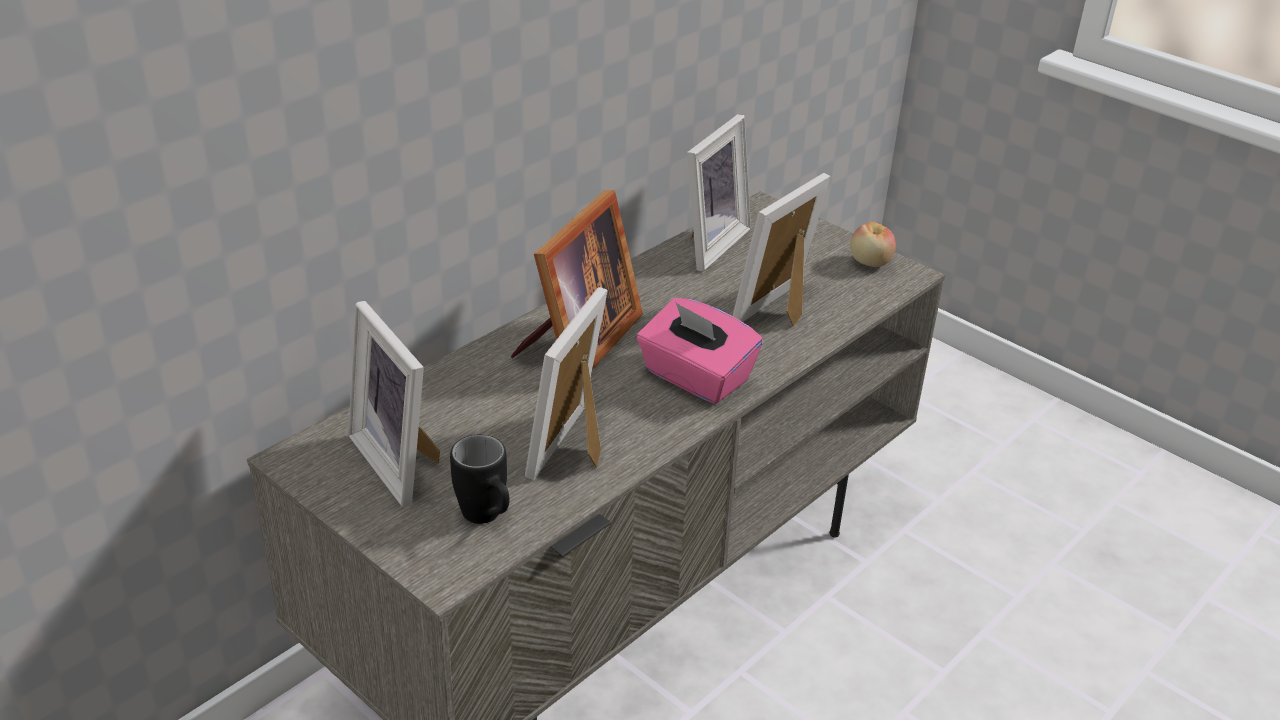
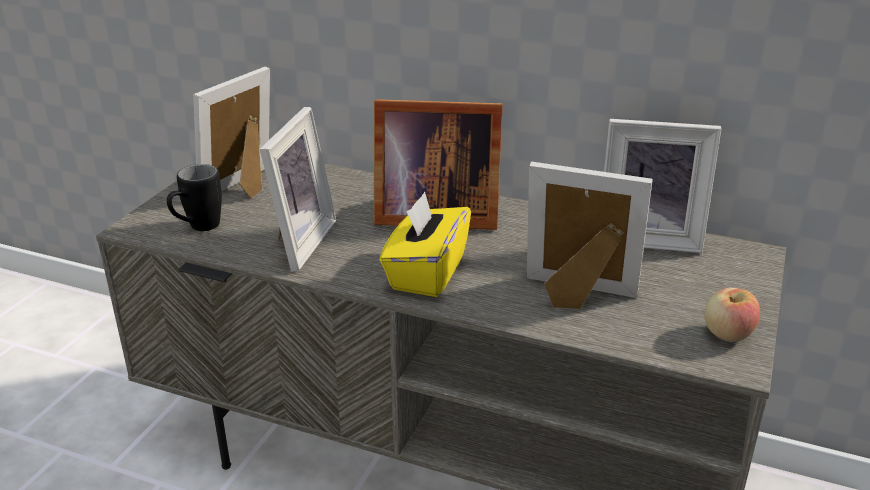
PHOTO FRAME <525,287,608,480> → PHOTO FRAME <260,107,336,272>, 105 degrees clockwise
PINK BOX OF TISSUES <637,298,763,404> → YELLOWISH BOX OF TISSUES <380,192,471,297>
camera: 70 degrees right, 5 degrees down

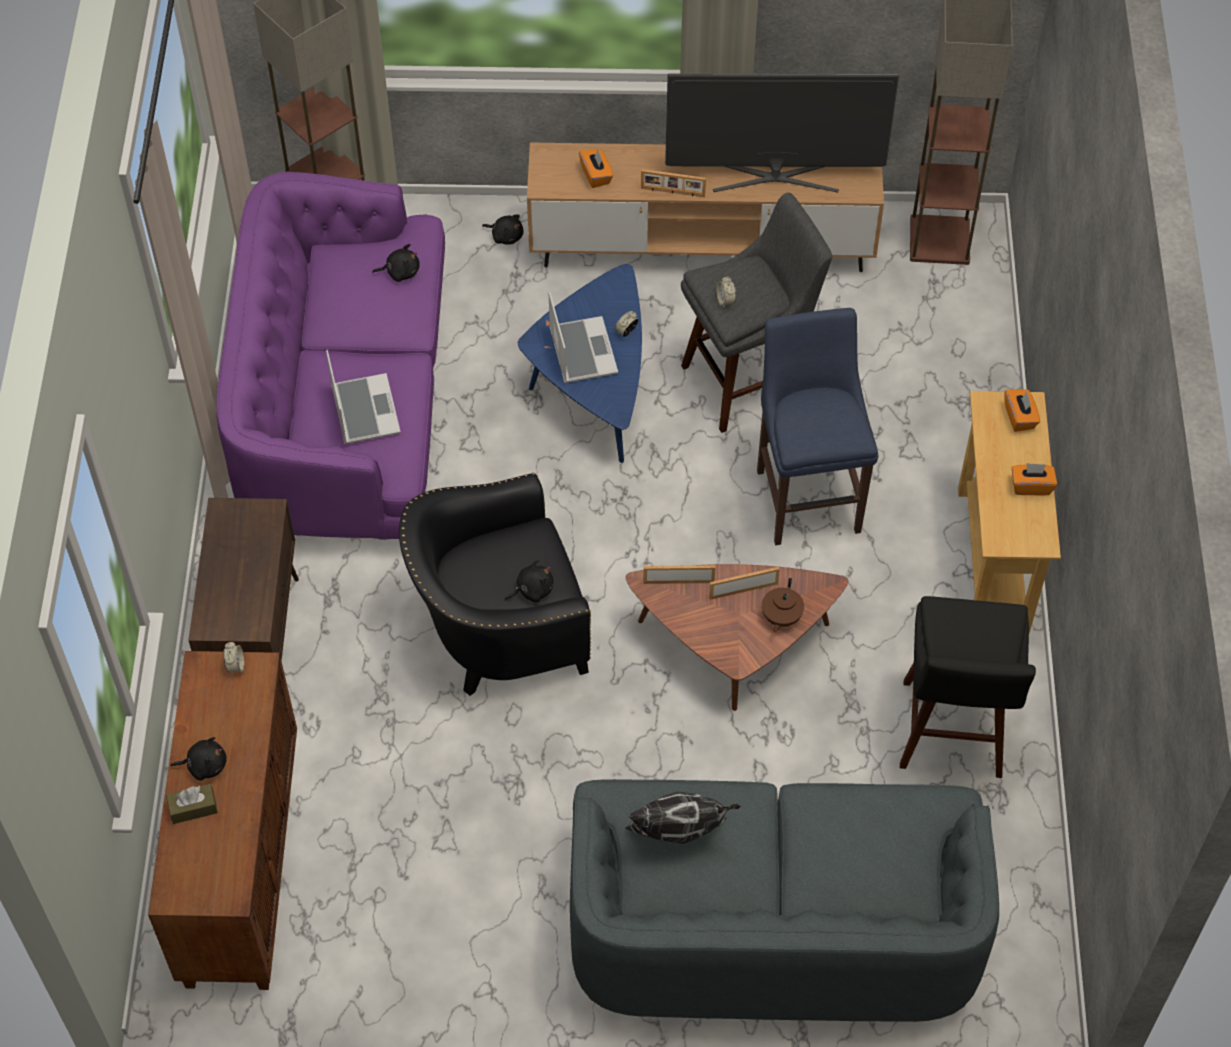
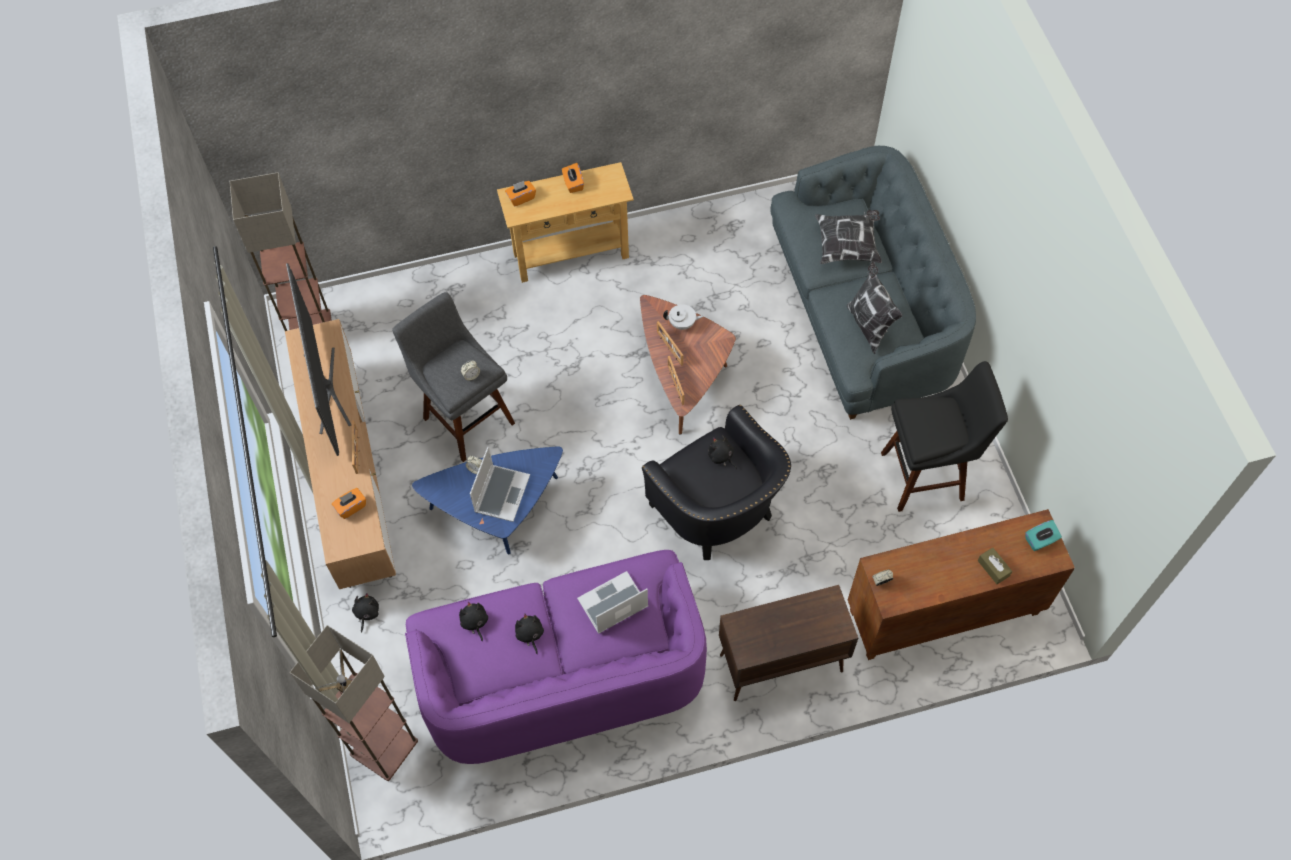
BLACKISH PLUSH TOY <171,737,227,781> → BLACKISH PLUSH TOY <515,613,544,654>, relocated
PORTABLE COMPUTER <549,291,618,383> → PORTABLE COMPUTER <470,446,530,522>, 135 degrees clockwise
BLUE-COLOURED STOOL SEAT <757,308,878,545> → -
BROWN TEAPOT <762,578,804,633> → WHITISH TEAPOT <663,304,704,330>
BLACKISH STOOL SEAT <900,596,1036,778> → BLACKISH STOOL SEAT <881,361,1008,512>, relocated
- → THROW PILLOW <815,210,882,264>
- → BLUE-GREEN BOX OF TISSUES <1025,520,1062,551>
camera: 105 degrees left, 5 degrees up

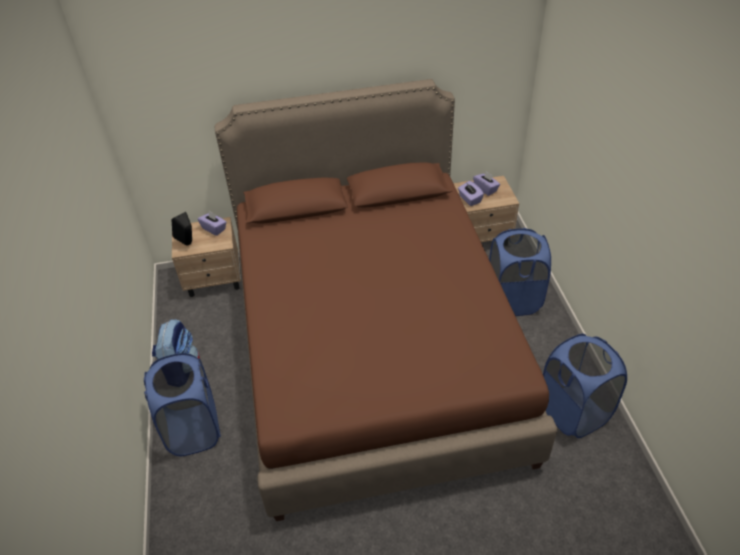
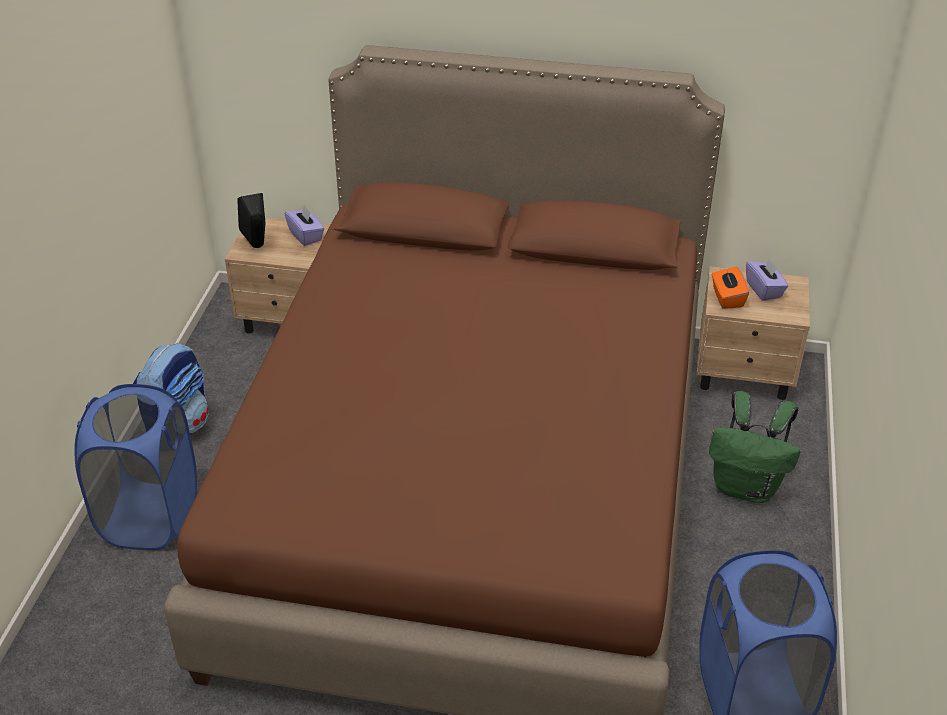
PURPLISH BOX OF TISSUES <458,181,484,206> → ORANGEY BOX OF TISSUES <712,267,749,309>
BLUE-COLOURED WASHING BASKET <489,228,551,316> → GREEN RUCKSACK <709,391,800,503>
camera: 20 degrees right, 5 degrees down

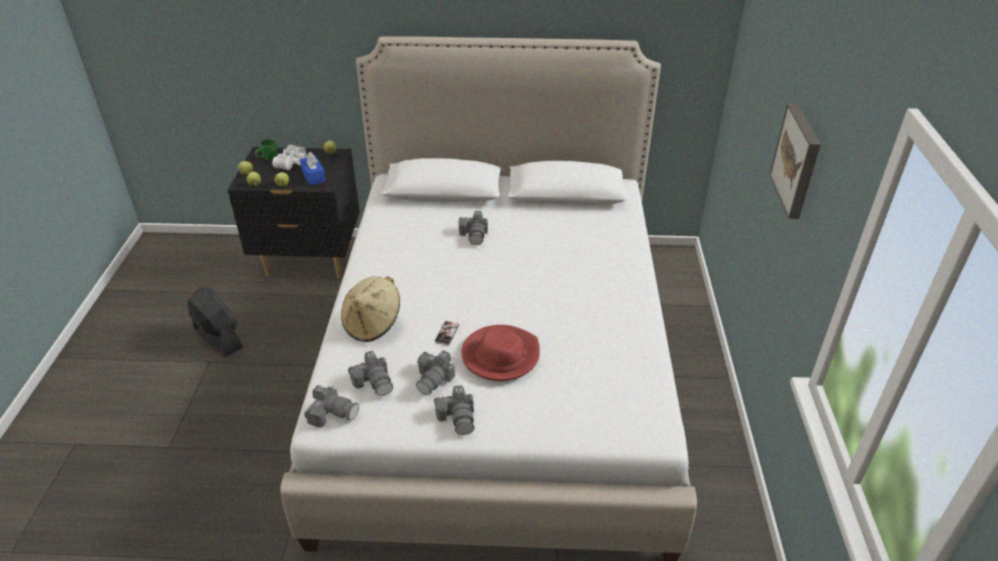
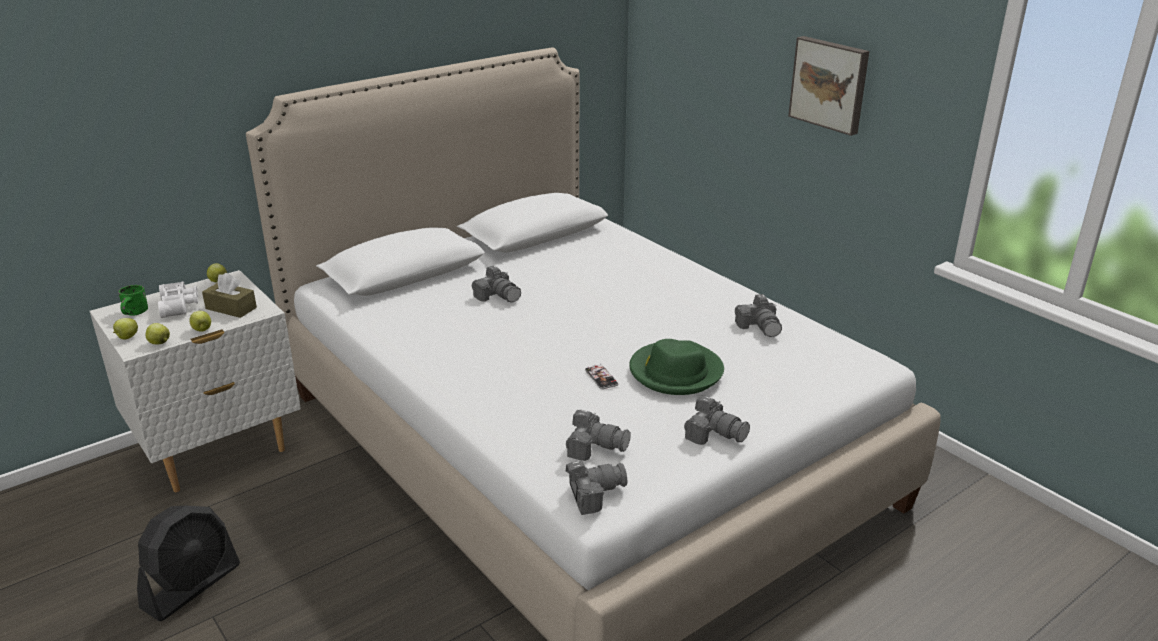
BLACKISH FAN <187,287,243,357> → BLACKISH FAN <137,506,240,621>, 120 degrees clockwise
BLACKISH NIGHT TABLE <228,147,360,279> → WHITISH NIGHT TABLE <90,270,301,492>
BLUE-COLOURED BOX OF TISSUES <300,152,326,185> → BROWN BOX OF TISSUES <202,273,257,318>
BEIGE-COLOURED HAT <341,276,400,342> → -
PHOTO CAMERA <416,350,455,395> → PHOTO CAMERA <735,294,782,337>, relocated
RED-COLOURED HAT <461,325,540,381> → GREEN HAT <629,339,724,395>
camera: 40 degrees left, 10 degrees down

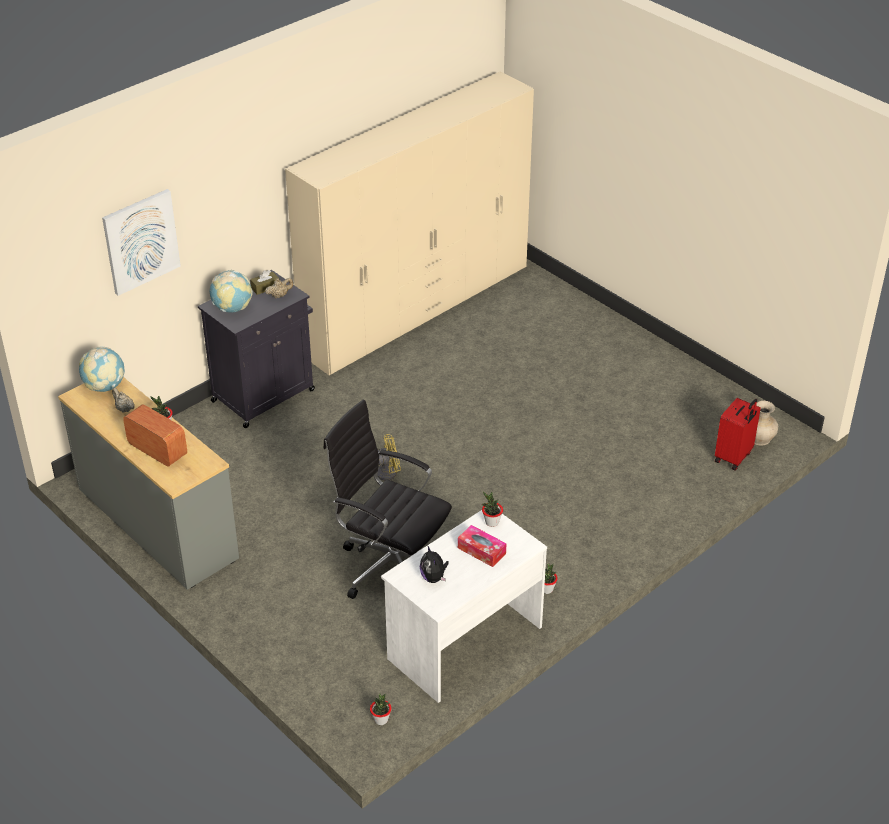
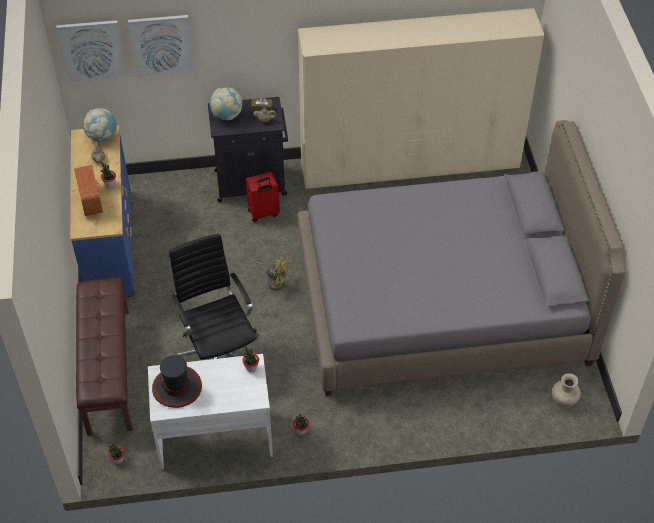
GREY DRESSER <58,377,239,590> → BLUE-COLOURED DRESSER <70,126,135,297>
PLUSH TOY <420,545,449,583> → HAT <152,355,202,408>
BOX OF TISSUES <458,525,506,567> → -
RED-COLOURED PIECE OF LUGGAGE <715,398,761,471> → RED-COLOURED PIECE OF LUGGAGE <246,172,280,222>, relocated
- → WALL ART <57,20,127,82>
- → BROWN INDOOR BENCH <76,278,133,435>
- → GREY SLEEPING BED <298,120,625,396>
camera: 35 degrees right, 10 degrees up

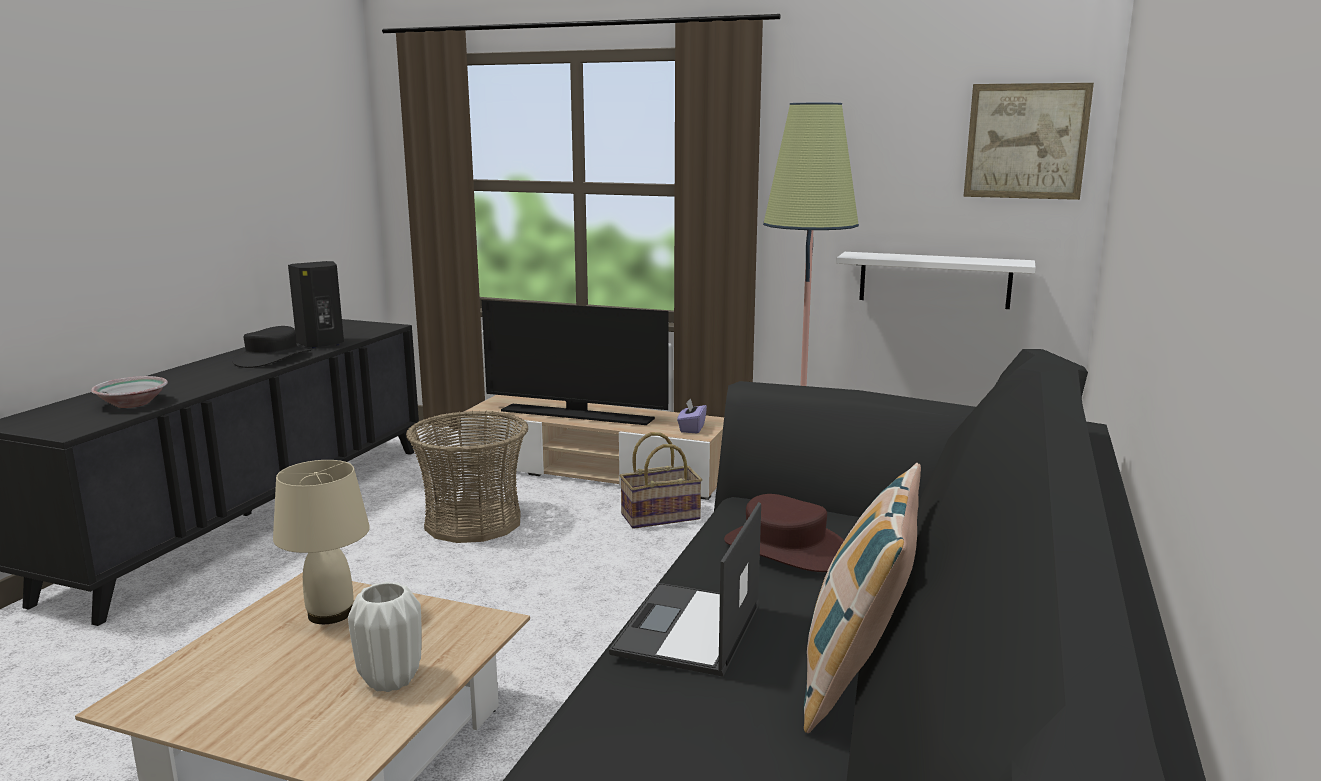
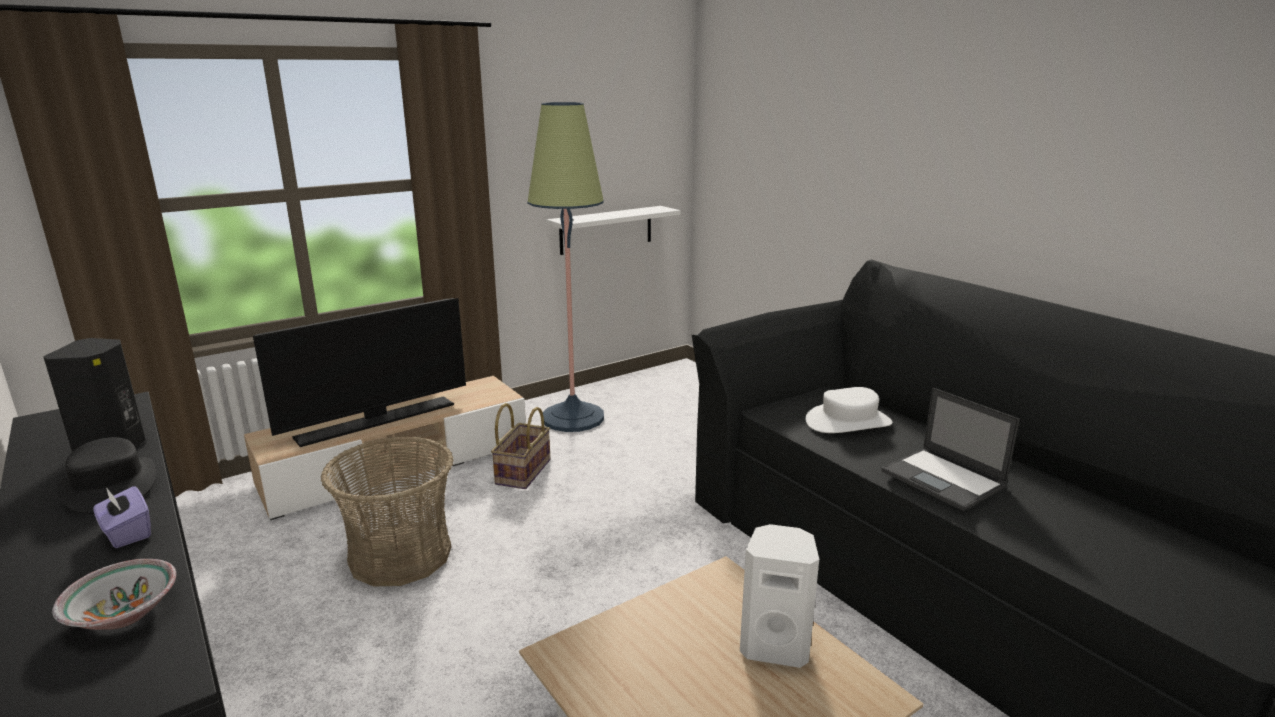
BEIGE-COLOURED LAMP FOR A TABLE <273,460,370,624> → -
WHITISH FLOWER VASE <348,582,421,692> → WHITISH AUDIO SPEAKER <740,524,819,668>
PURPLISH BOX OF TISSUES <677,398,707,434> → PURPLISH BOX OF TISSUES <93,486,151,548>, relocated
BROWN HAT <724,494,844,572> → WHITISH HAT <805,387,892,433>
THROW PILLOW <804,463,921,733> → -
WALL ART <963,83,1094,200> → -
camera: 55 degrees left, 5 degrees up

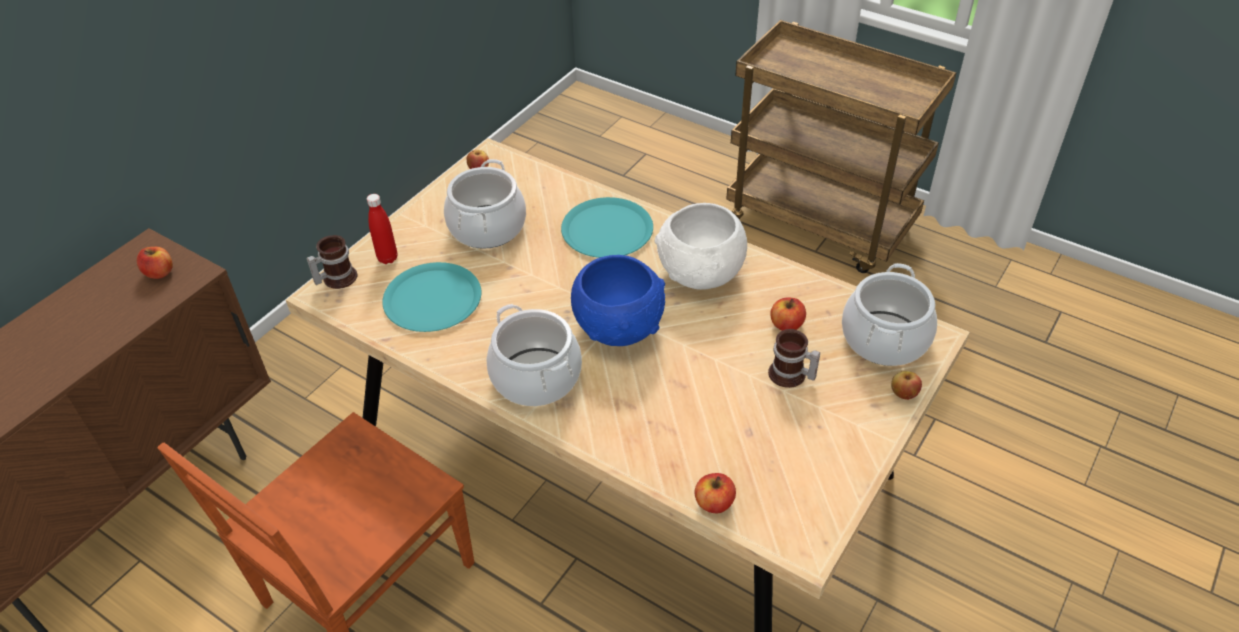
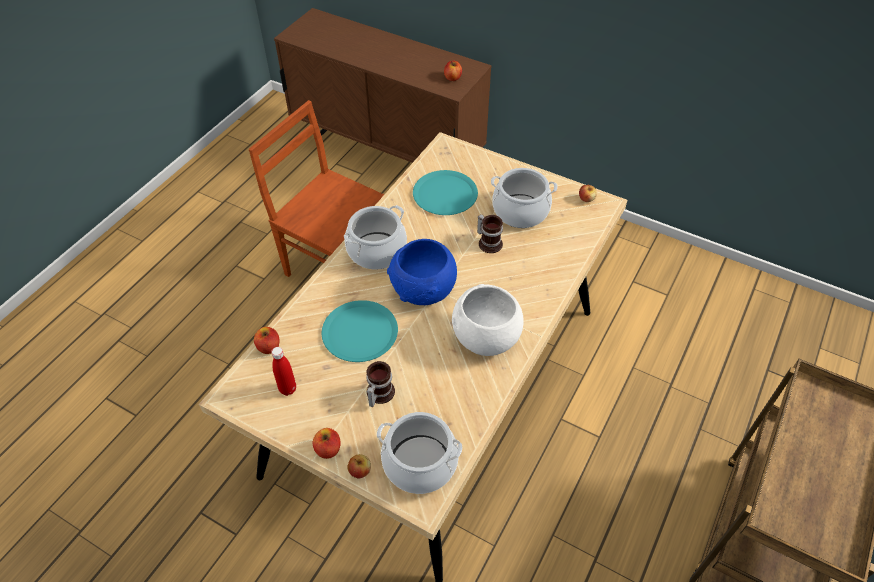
MUG <307,235,357,289> → MUG <477,214,503,253>, relocated
RED-COLOURED BOTTLE <367,194,397,264> → RED-COLOURED BOTTLE <271,347,296,396>, relocated
BLUE-GREEN FLAT DISH <561,197,653,258> → BLUE-GREEN FLAT DISH <322,300,398,362>, relocated
APPLE FRUIT <770,298,806,331> → APPLE FRUIT <313,428,341,459>, relocated
camera: 85 degrees right, 5 degrees up

